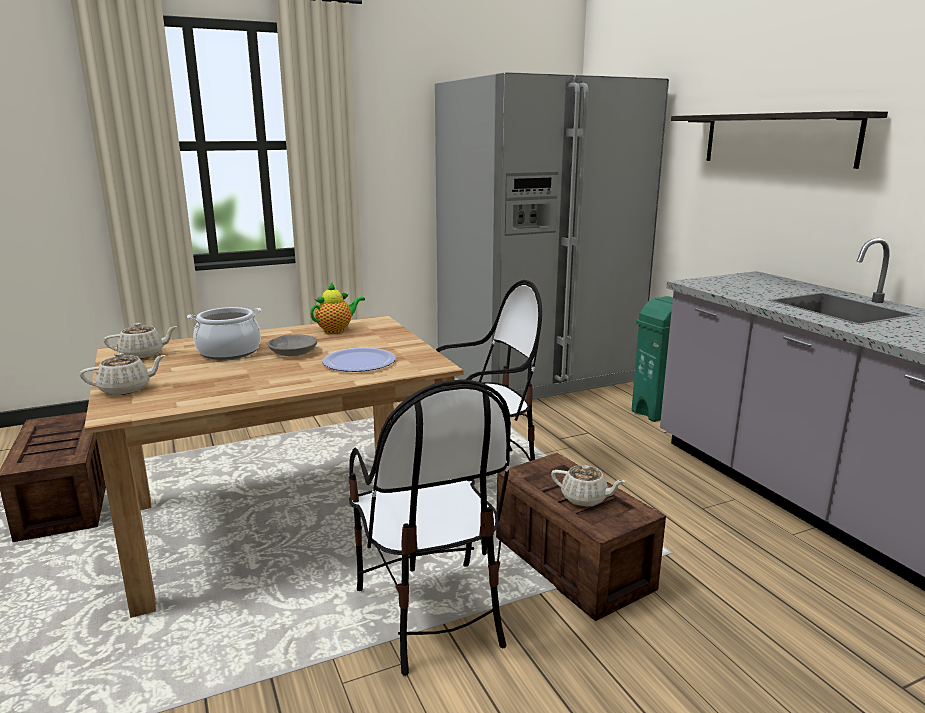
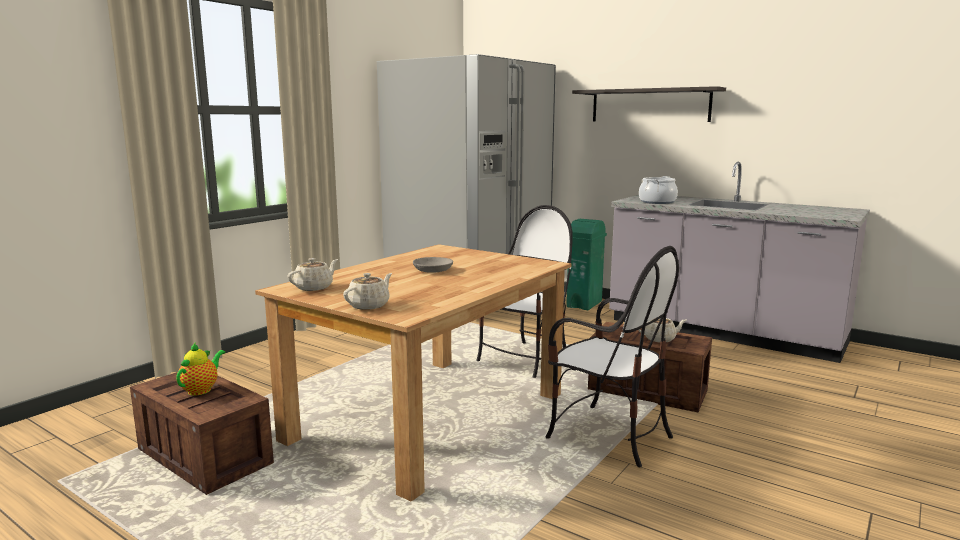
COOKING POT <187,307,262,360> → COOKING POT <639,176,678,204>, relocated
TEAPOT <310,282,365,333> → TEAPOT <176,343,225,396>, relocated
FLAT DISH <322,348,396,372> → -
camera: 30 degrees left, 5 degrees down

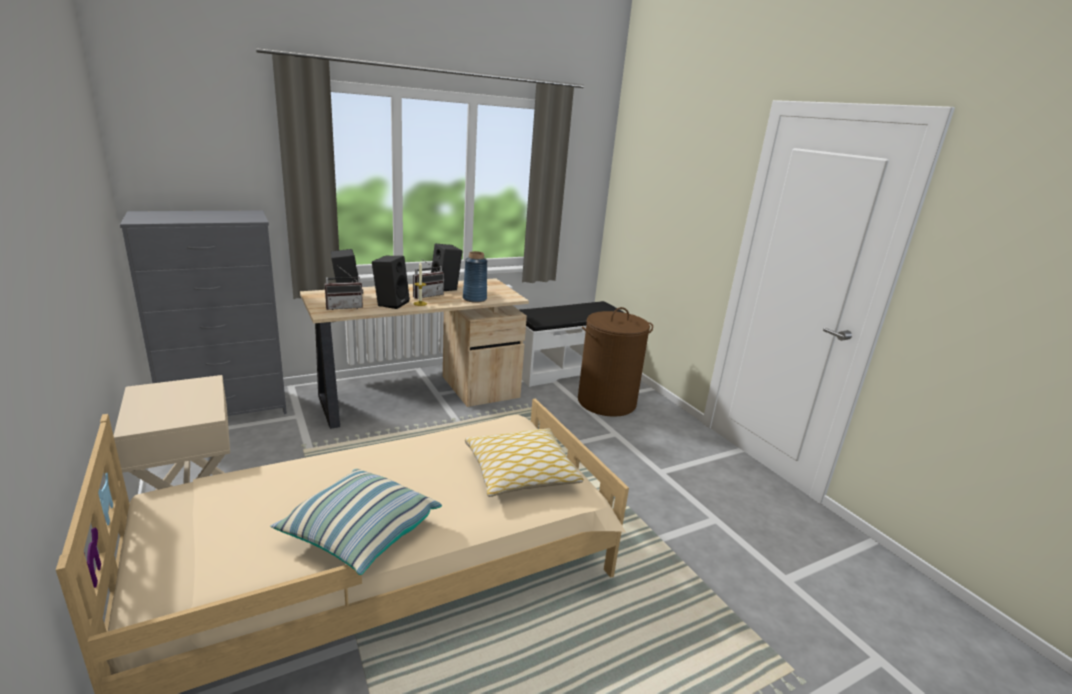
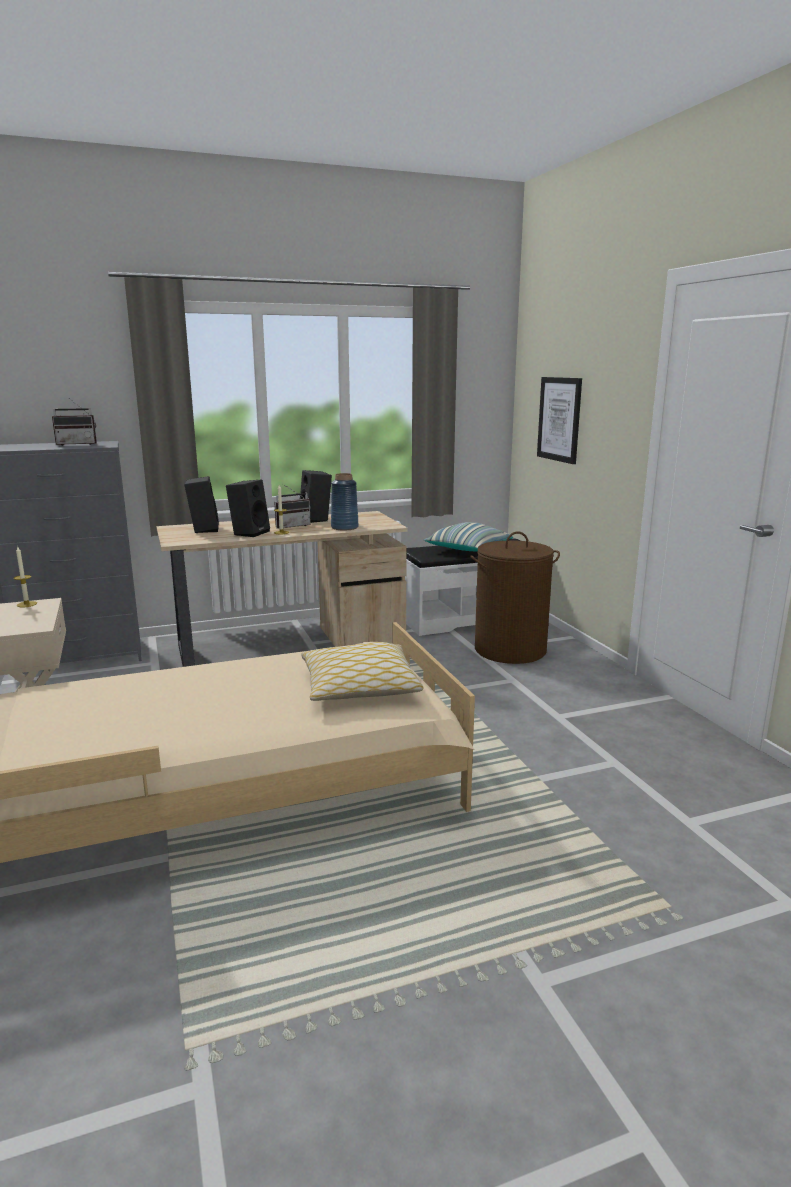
THROW PILLOW <271,469,442,575> → THROW PILLOW <423,522,513,552>, relocated
RADIO <325,265,363,310> → RADIO <52,399,97,445>, relocated
- → CANDLE <14,547,37,607>
- → WALL ART <537,377,582,464>
camera: 10 degrees right, 5 degrees down

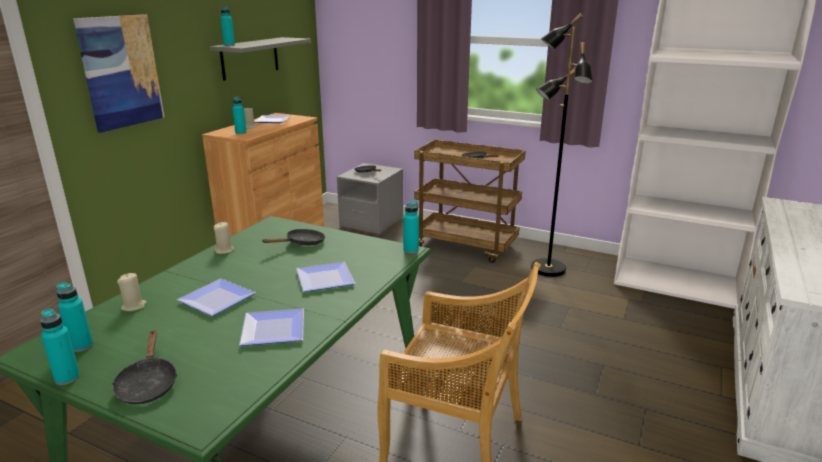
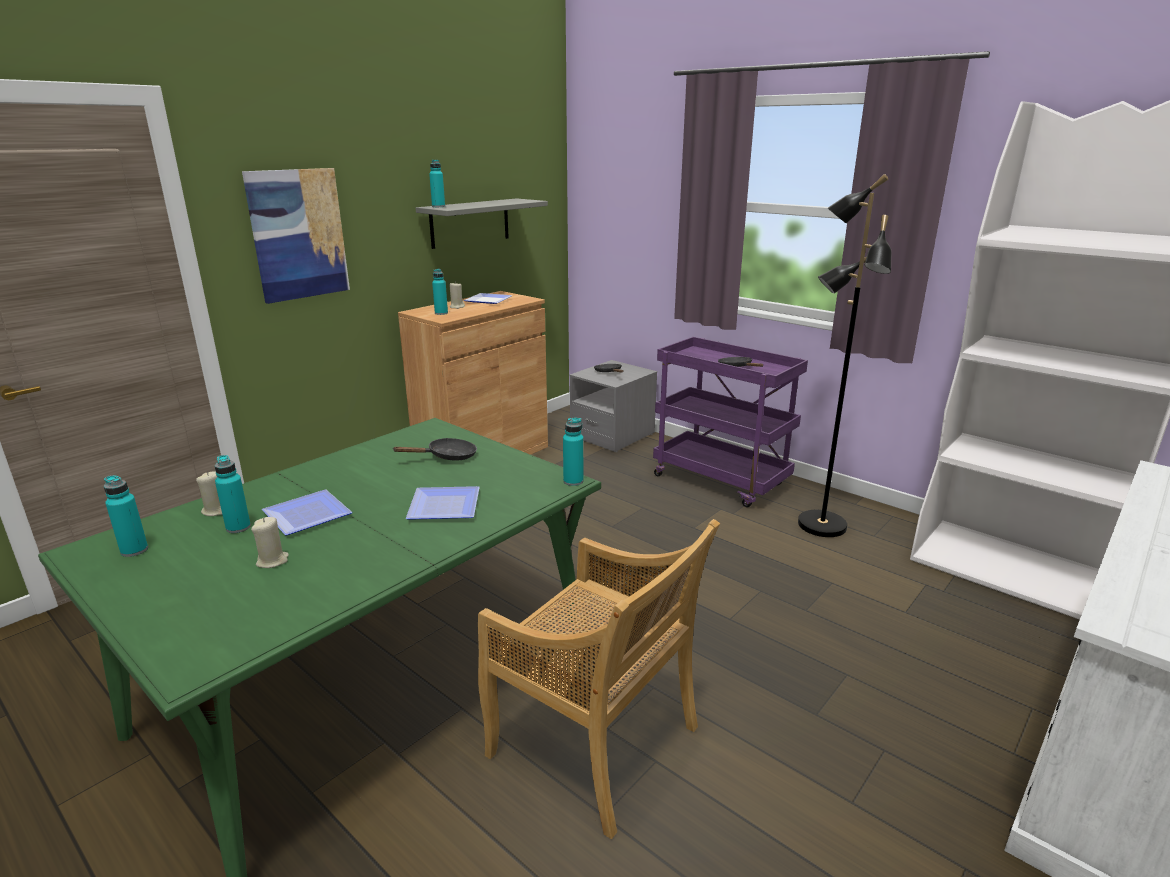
BLUE-GREEN BOTTLE <40,309,80,385> → BLUE-GREEN BOTTLE <215,455,251,533>, relocated
BLACKISH FRYING PAN <111,330,177,404> → -
BEIGE-COLOURED CANDLE <214,222,234,254> → BEIGE-COLOURED CANDLE <251,517,289,568>, relocated
FLAT DISH <239,308,304,346> → -
BROWN TROLLEY <414,139,526,263> → PURPLISH TROLLEY <653,337,808,507>
camera: 15 degrees right, 0 degrees up

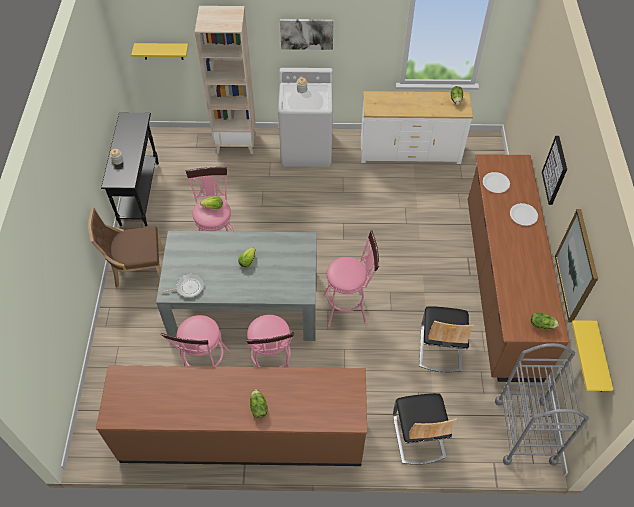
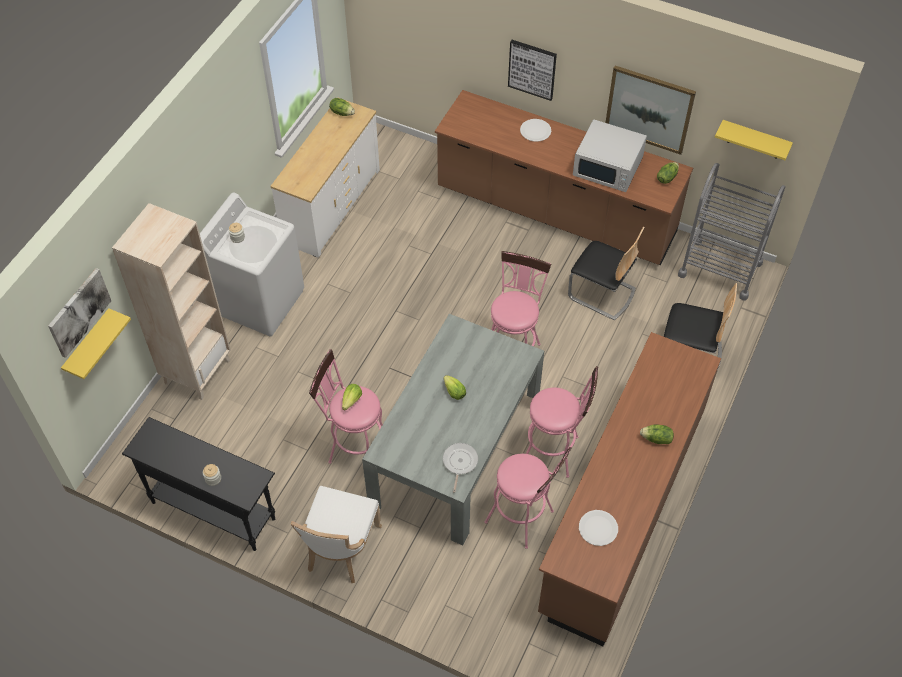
BROWN PLAIN CHAIR <88,207,164,287> → WHITISH PLAIN CHAIR <291,486,382,583>
WALL ART <280,19,333,50> → WALL ART <48,268,111,358>, relocated
WHITISH FLAT DISH <483,172,510,193> → WHITISH FLAT DISH <579,510,618,546>, relocated
- → WHITISH MICROWAVE OVEN <573,119,647,192>
camera: 65 degrees left, 0 degrees up

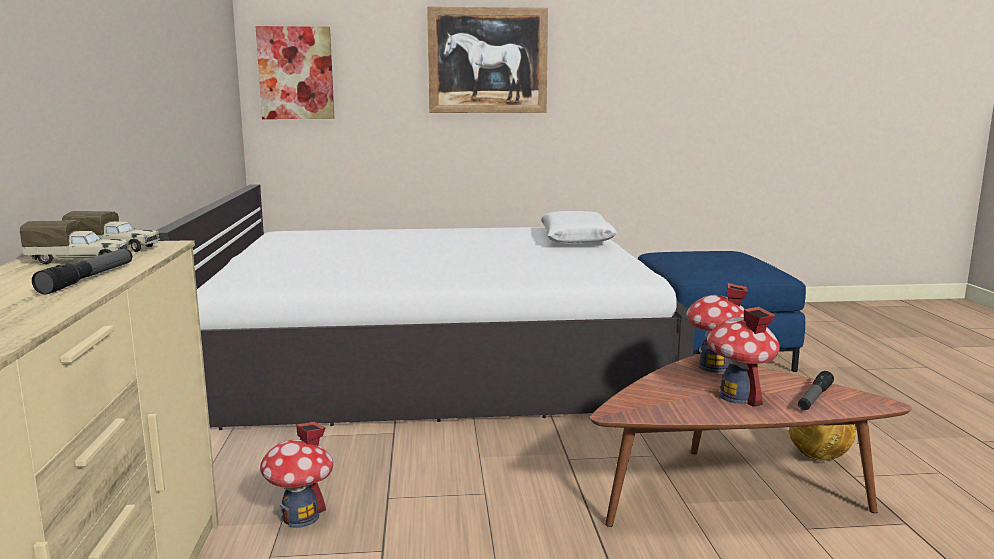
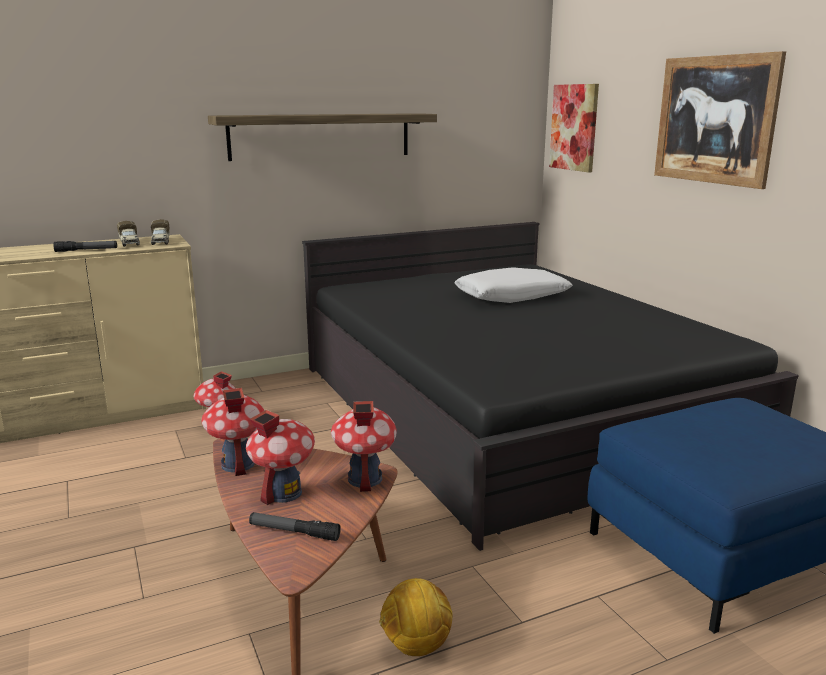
WHITISH SLEEPING BED <155,184,695,430> → BLACKISH SLEEPING BED <302,222,799,551>
WHITISH THROW PILLOW <541,211,617,243> → WHITISH THROW PILLOW <454,267,573,303>, relocated
- → MODEL HOUSE <201,388,264,476>
- → SHELF <208,113,437,161>
camera: 70 degrees right, 5 degrees up

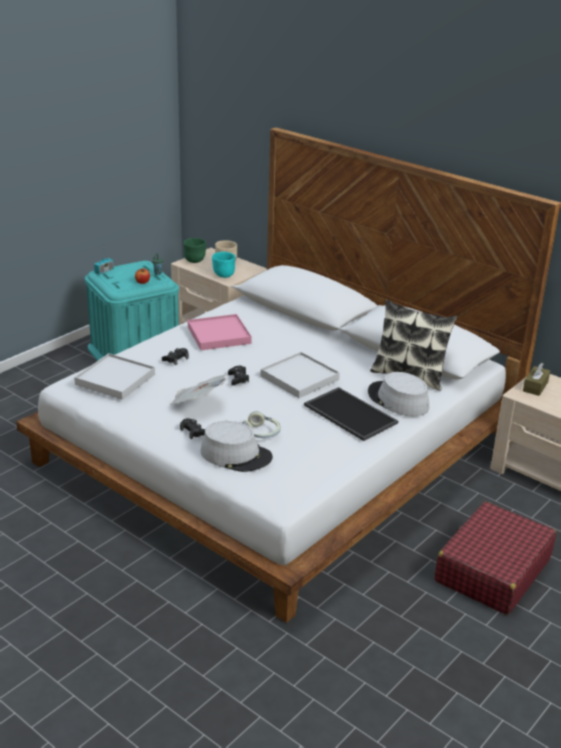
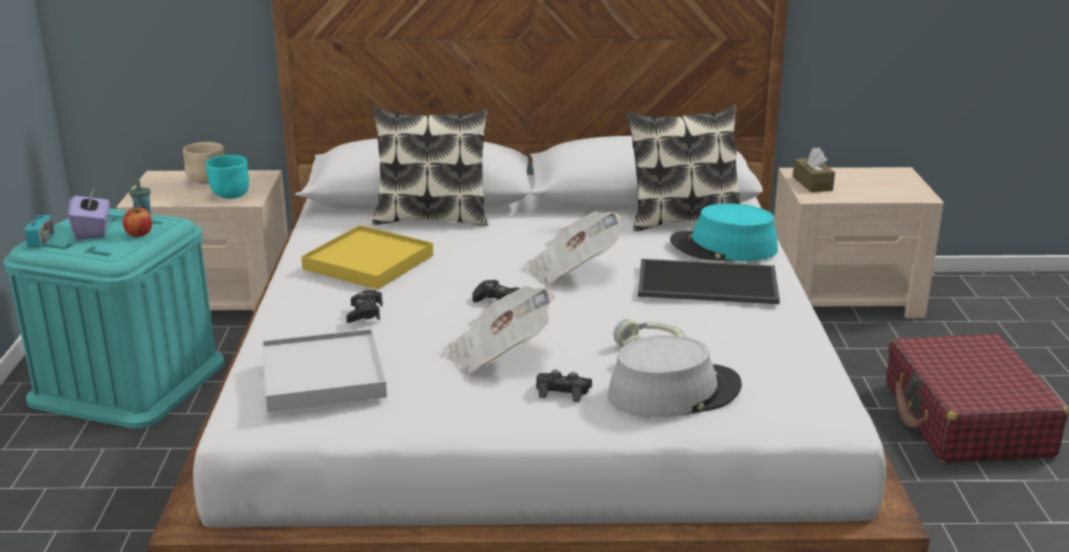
GREEN DEEP DISH <184,238,206,263> → -
PINK SERVING TRAY <188,314,252,350> → YELLOWISH SERVING TRAY <301,225,433,290>
WHITISH SERVING TRAY <261,352,340,398> → PRINTED PAPER <523,211,622,282>
GREY HAT <368,372,429,416> → BLUE-GREEN HAT <670,203,778,261>
- → PURPLISH BOX OF TISSUES <68,187,110,240>
- → THROW PILLOW <372,108,488,226>
camera: 40 degrees left, 5 degrees down

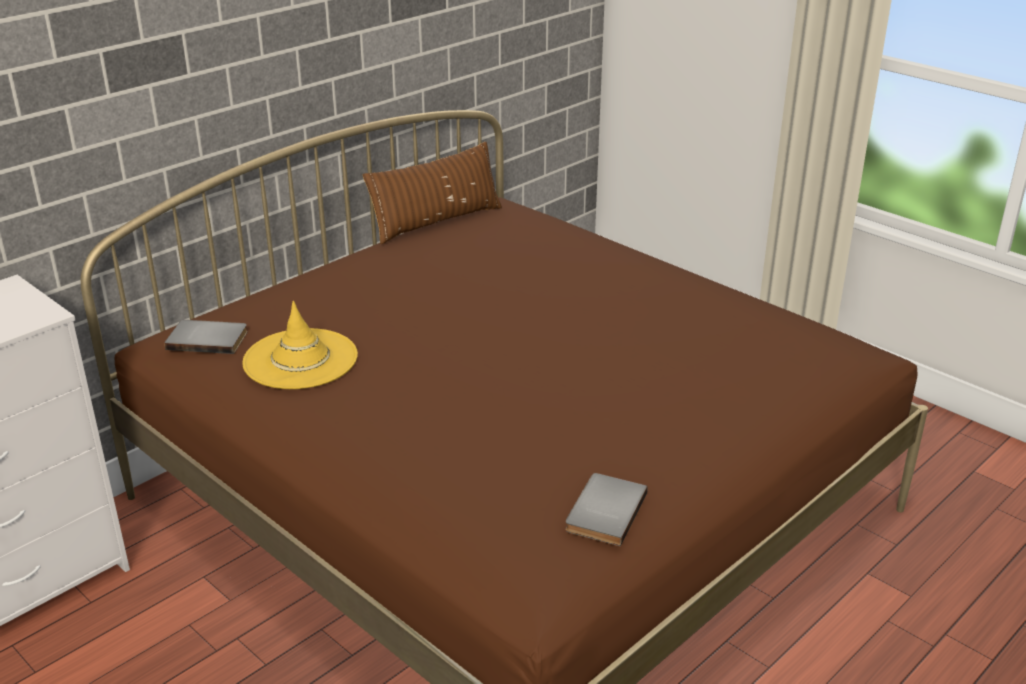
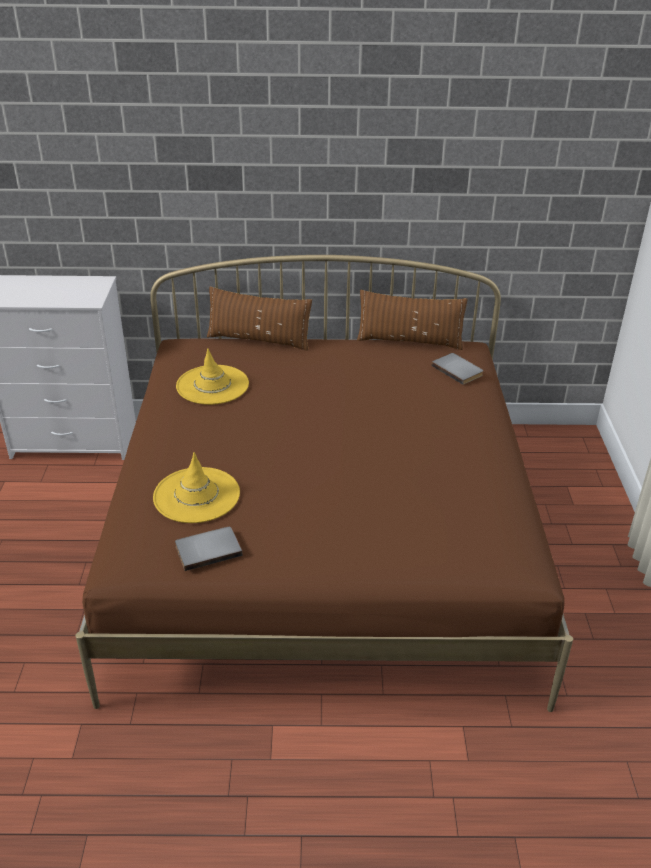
GREY VOLUME <164,320,248,354> → GREY VOLUME <432,353,484,385>, relocated
- → YELLOWISH HAT <153,452,240,523>
- → BROWN THROW PILLOW <207,287,312,350>
camera: 45 degrees right, 5 degrees up

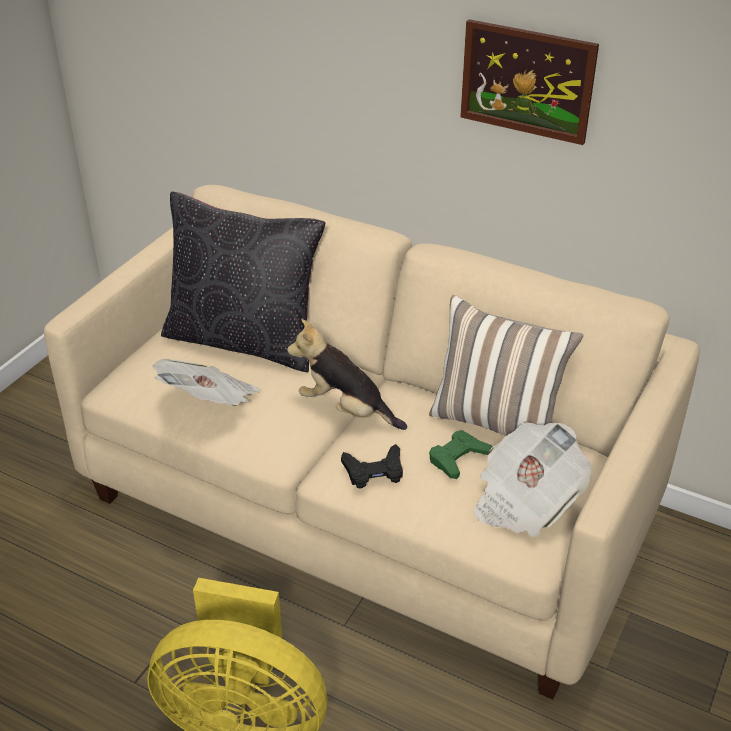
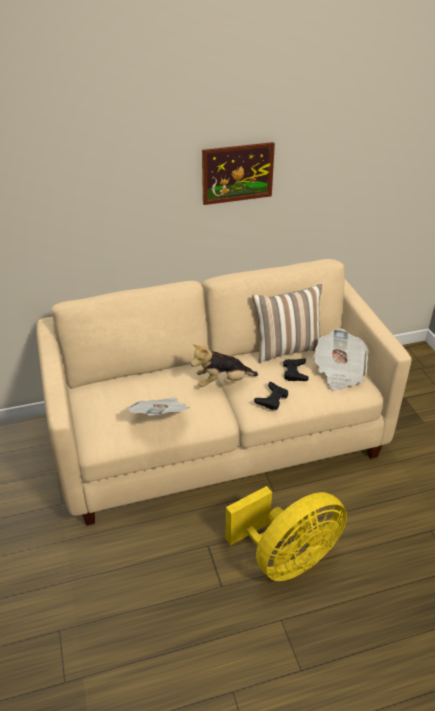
BLACKISH THROW PILLOW <161,192,325,372> → -
GREEN GAMEPAD <429,430,493,479> → BLACKISH GAMEPAD <283,358,309,381>
camera: 45 degrees left, 0 degrees up

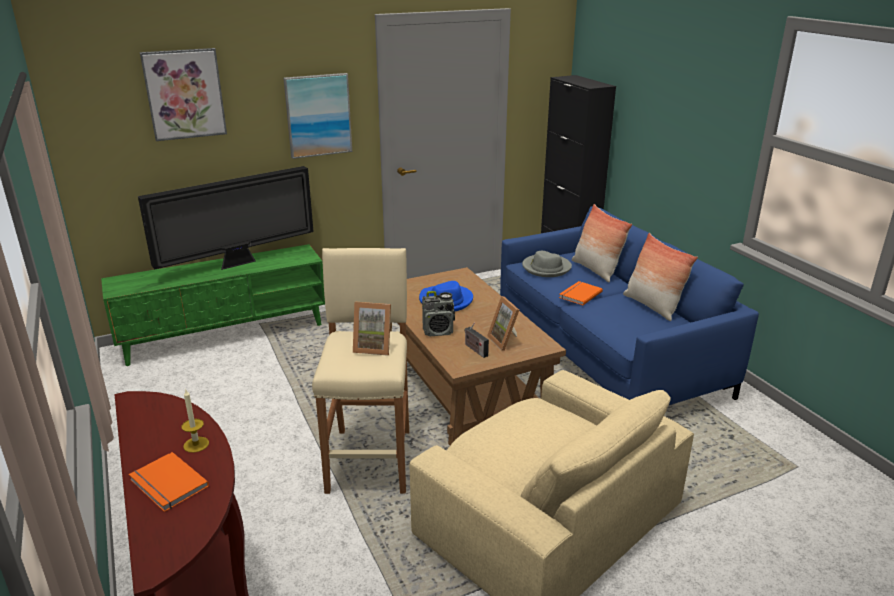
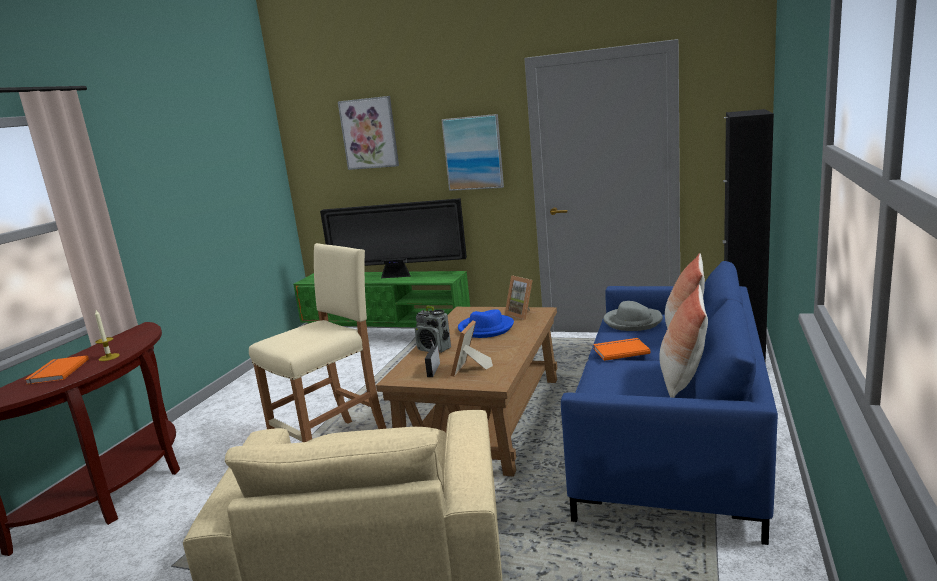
PHOTO FRAME <353,302,391,356> → PHOTO FRAME <505,275,533,320>, relocated
camera: 45 degrees right, 10 degrees down

